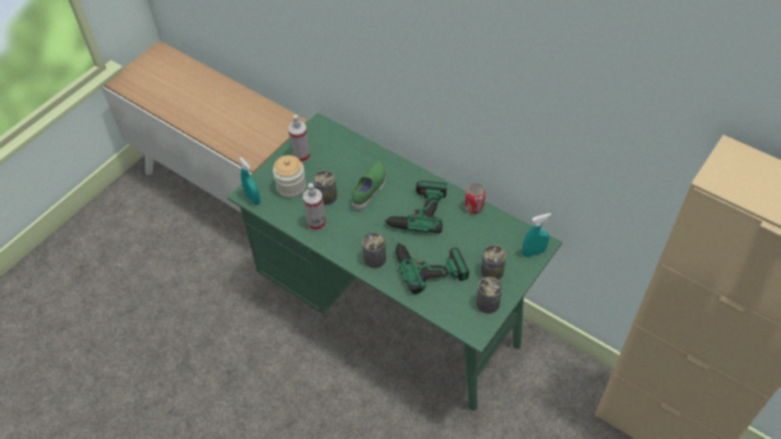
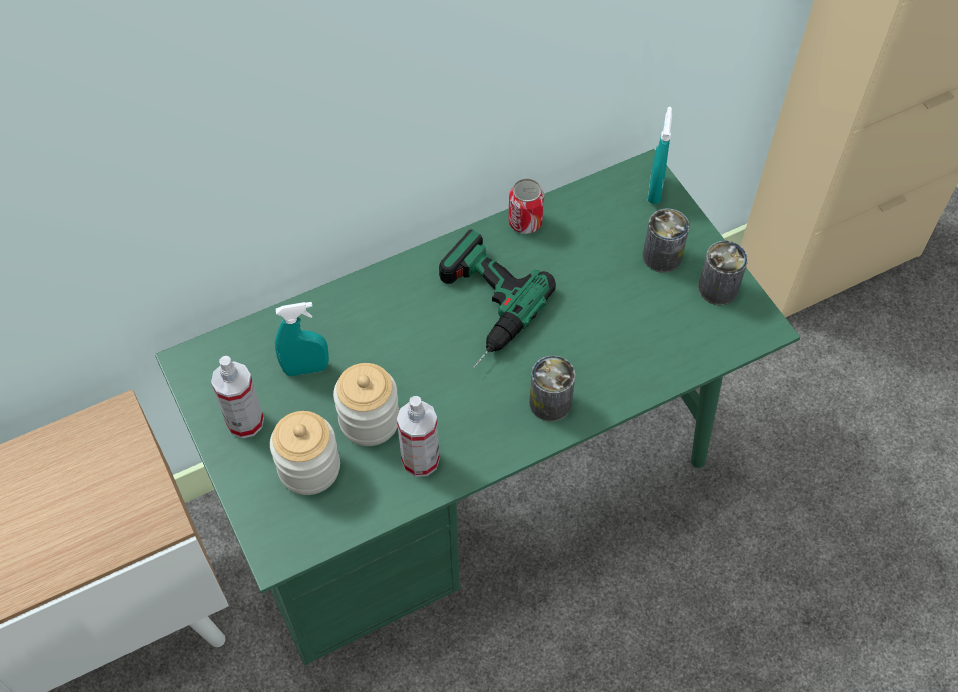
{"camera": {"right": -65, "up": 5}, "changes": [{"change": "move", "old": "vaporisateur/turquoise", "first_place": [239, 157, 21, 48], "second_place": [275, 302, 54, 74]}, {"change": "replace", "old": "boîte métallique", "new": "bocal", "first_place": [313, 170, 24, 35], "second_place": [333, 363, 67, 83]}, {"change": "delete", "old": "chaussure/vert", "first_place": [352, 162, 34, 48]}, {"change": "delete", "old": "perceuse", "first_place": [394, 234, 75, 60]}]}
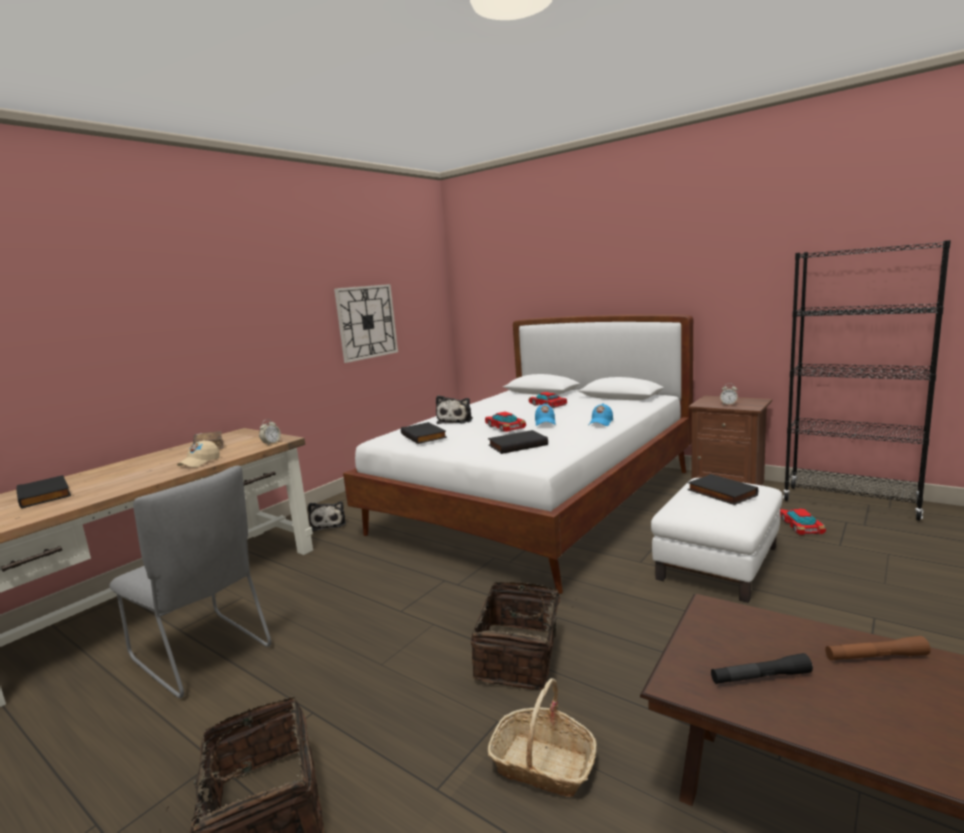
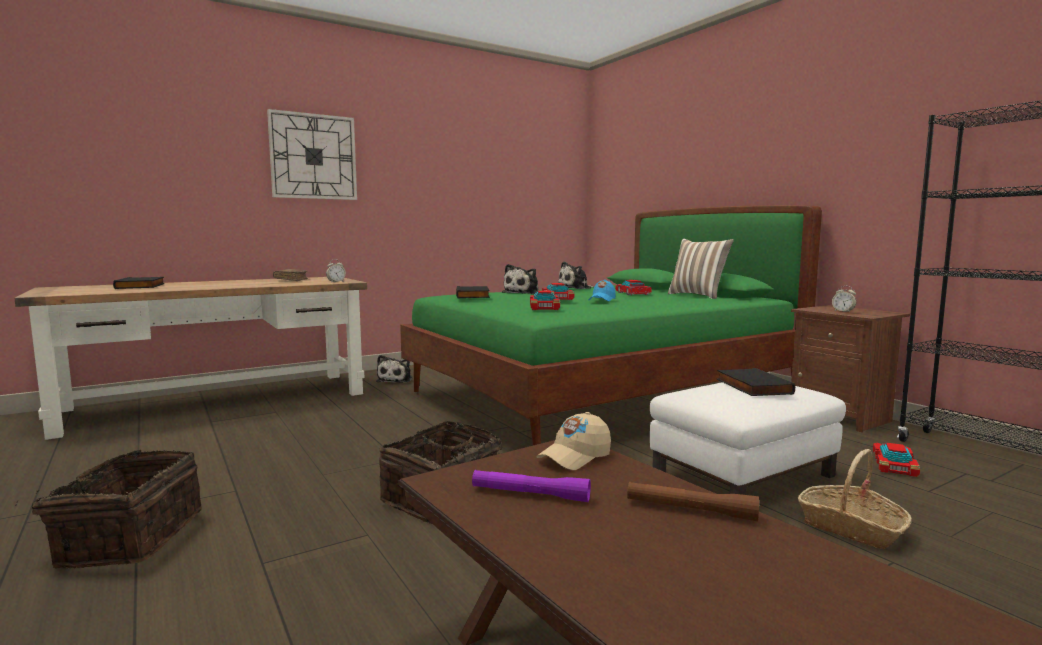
{"camera": {"right": 20, "up": -5}, "changes": [{"change": "move", "old": "horloge murale", "first_place": [334, 284, 64, 79], "second_place": [267, 109, 90, 91]}, {"change": "recolor", "old": "lit/blanc", "new": "lit/vert", "first_place": [343, 314, 350, 280], "second_place": [400, 205, 422, 240]}, {"change": "recolor", "old": "lampe de poche/noir", "new": "lampe de poche/violet", "first_place": [711, 653, 102, 31], "second_place": [472, 470, 119, 32]}, {"change": "replace", "old": "livre/noir", "new": "petite voiture", "first_place": [488, 430, 60, 24], "second_place": [530, 290, 30, 20]}, {"change": "move", "old": "casquette/beige", "first_place": [177, 440, 43, 27], "second_place": [536, 412, 75, 58]}, {"change": "insert", "new": "peluche", "second_place": [558, 261, 36, 28]}, {"change": "insert", "new": "coussin", "second_place": [668, 239, 66, 60]}, {"change": "move", "old": "panier", "first_place": [488, 678, 109, 119], "second_place": [798, 449, 114, 100]}, {"change": "delete", "old": "chaise/gris", "first_place": [109, 466, 162, 232]}, {"change": "delete", "old": "casquette/bleu", "first_place": [589, 403, 24, 23]}]}
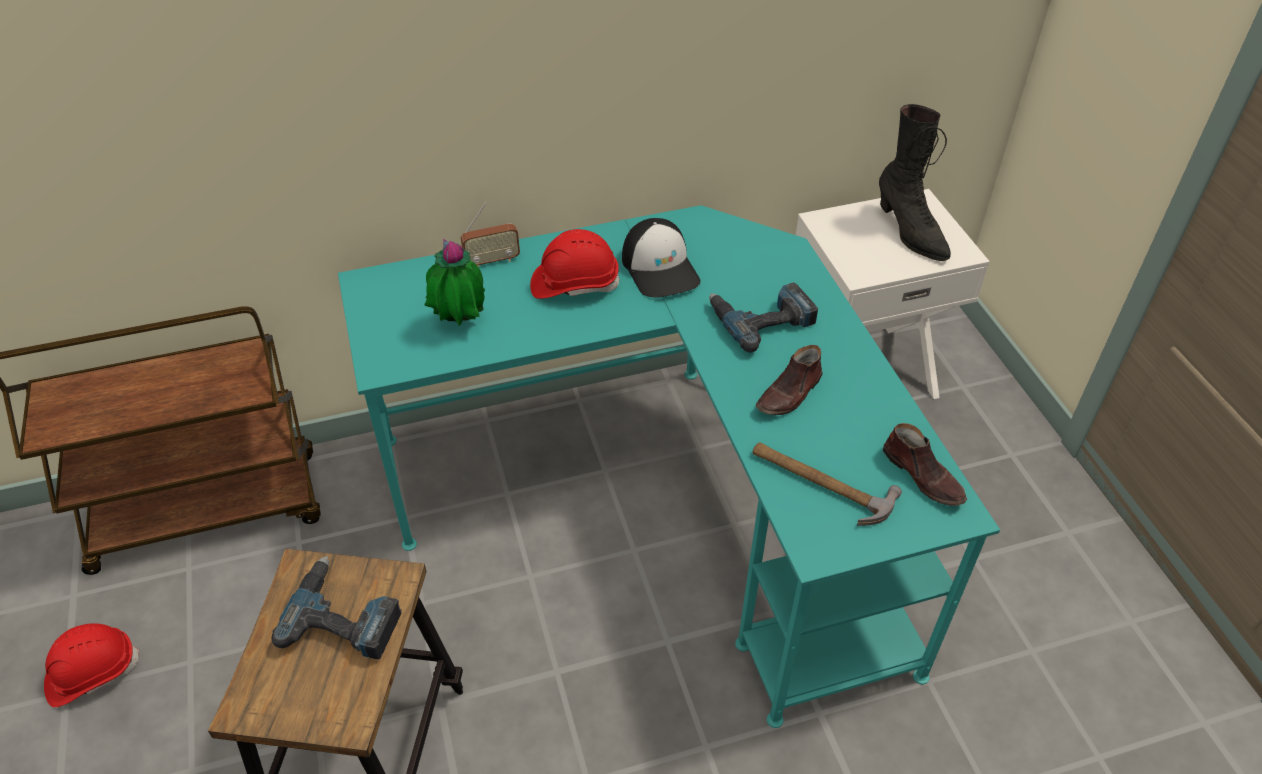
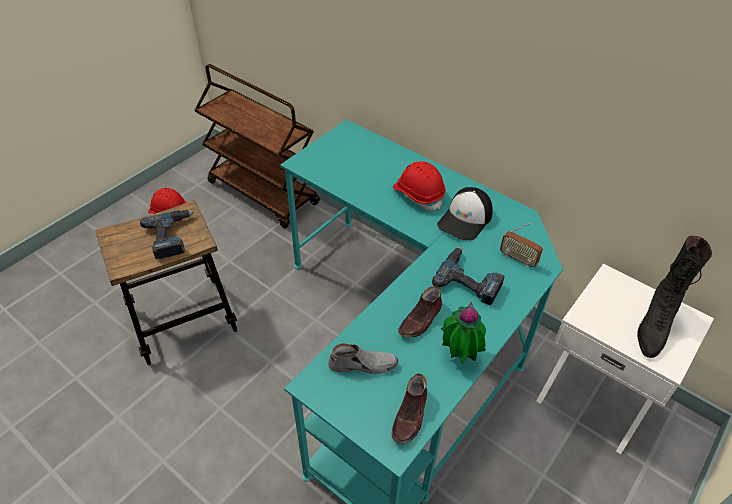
{"camera": {"right": 55, "up": 0}, "changes": [{"change": "replace", "old": "marteau", "new": "chaussure/gris", "first_place": [752, 442, 150, 84], "second_place": [328, 343, 71, 31]}, {"change": "rotate", "old": "chaussure/marron", "first_place": [756, 345, 67, 70], "second_place": [398, 286, 44, 52], "degrees": -60}, {"change": "move", "old": "plante en pot", "first_place": [425, 238, 60, 88], "second_place": [441, 302, 45, 62]}, {"change": "move", "old": "radio", "first_place": [461, 202, 59, 65], "second_place": [500, 222, 43, 45]}]}
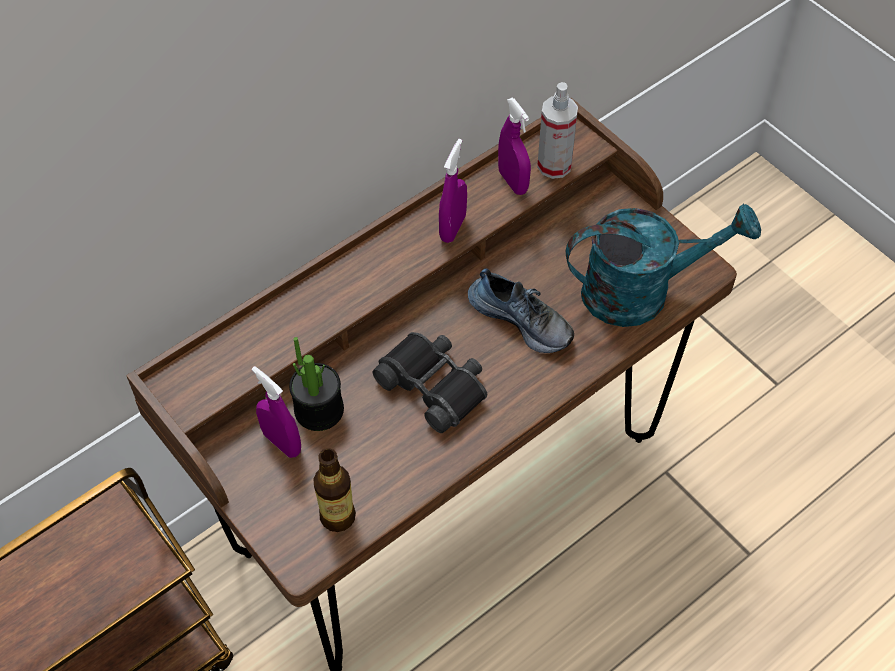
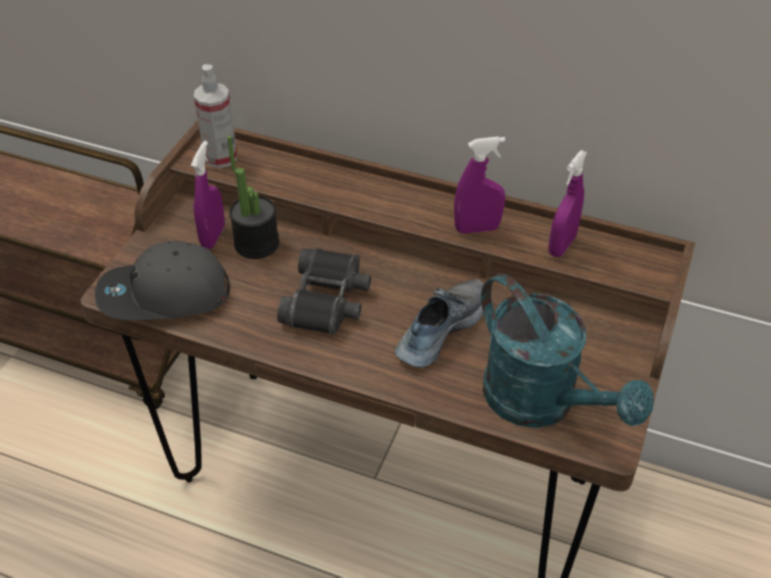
{"camera": {"right": 60, "up": -10}, "changes": [{"change": "replace", "old": "bouteille", "new": "casquette/gris", "first_place": [313, 448, 43, 84], "second_place": [95, 241, 135, 79]}, {"change": "move", "old": "vaporisateur", "first_place": [537, 82, 41, 97], "second_place": [194, 64, 43, 104]}, {"change": "rotate", "old": "chaussure", "first_place": [468, 268, 106, 85], "second_place": [395, 279, 89, 88], "degrees": -150}]}
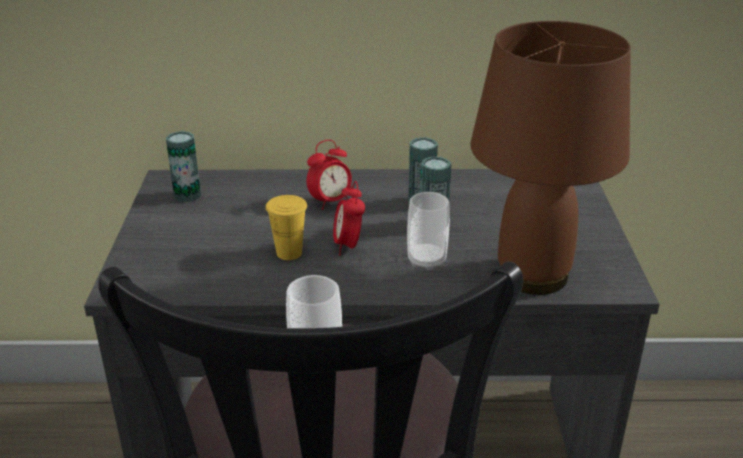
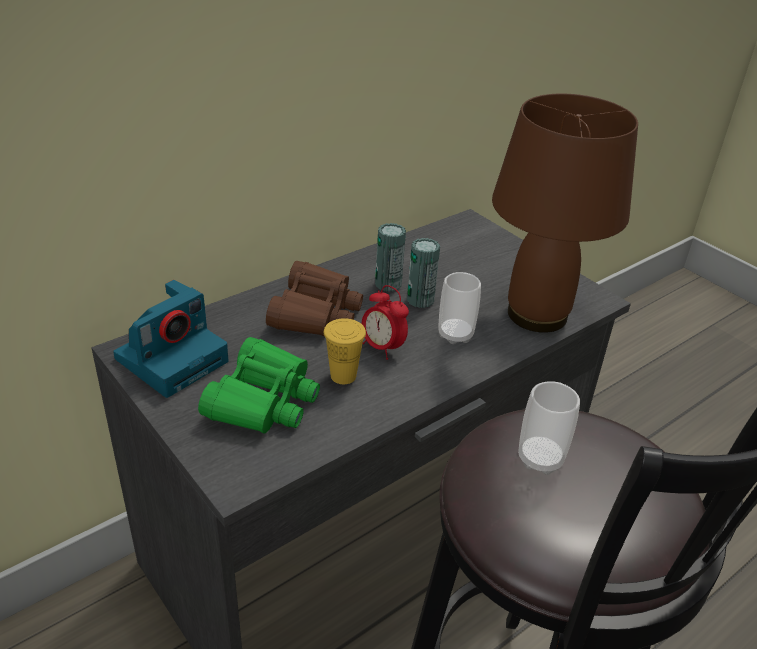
{"camera": {"right": -40, "up": 5}, "changes": [{"change": "replace", "old": "boîte métallique", "new": "appareil photo", "first_place": [166, 131, 35, 71], "second_place": [113, 280, 116, 118]}, {"change": "insert", "new": "jumelles/vert", "second_place": [198, 337, 122, 97]}, {"change": "replace", "old": "réveil", "new": "jumelles/marron", "first_place": [307, 140, 45, 70], "second_place": [266, 261, 97, 75]}]}
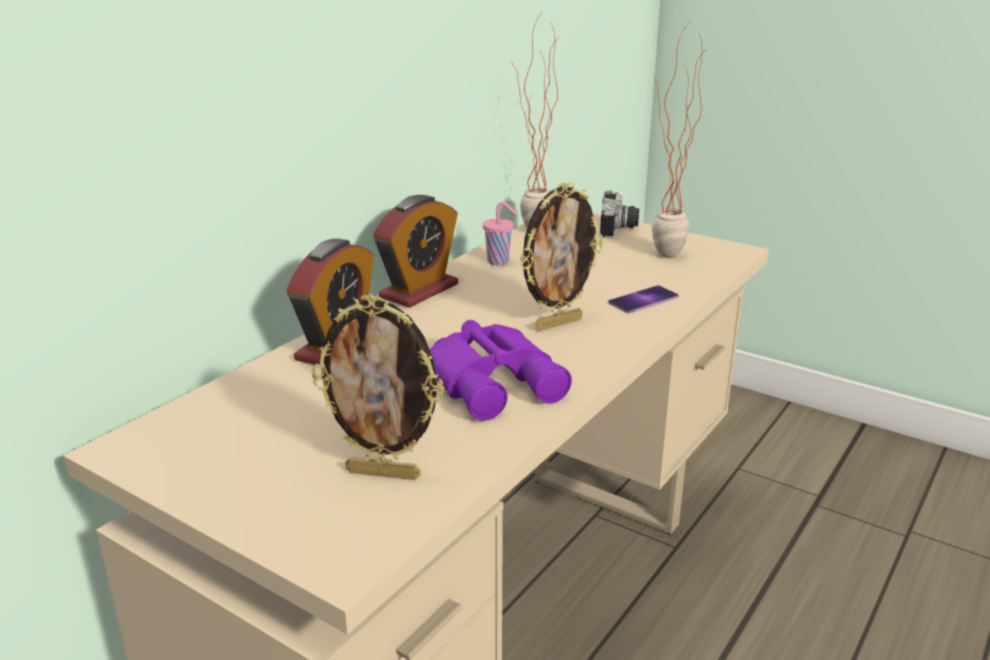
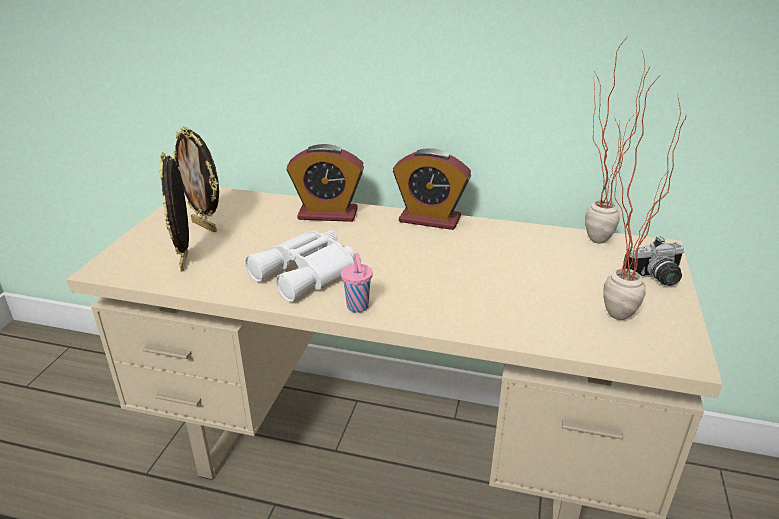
{"camera": {"right": 70, "up": 5}, "changes": [{"change": "move", "old": "cadre photo", "first_place": [520, 182, 83, 149], "second_place": [173, 126, 46, 106]}, {"change": "recolor", "old": "jumelles/violet", "new": "jumelles/blanc", "first_place": [430, 320, 142, 101], "second_place": [245, 230, 110, 72]}, {"change": "move", "old": "tasse/rose", "first_place": [483, 202, 34, 63], "second_place": [341, 253, 32, 60]}, {"change": "delete", "old": "téléphone", "first_place": [608, 285, 71, 28]}]}
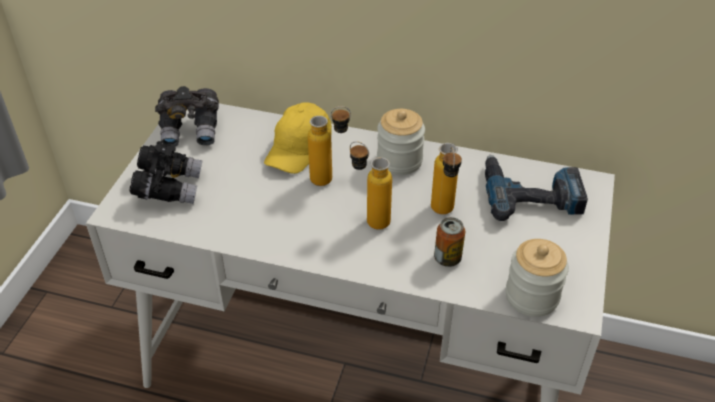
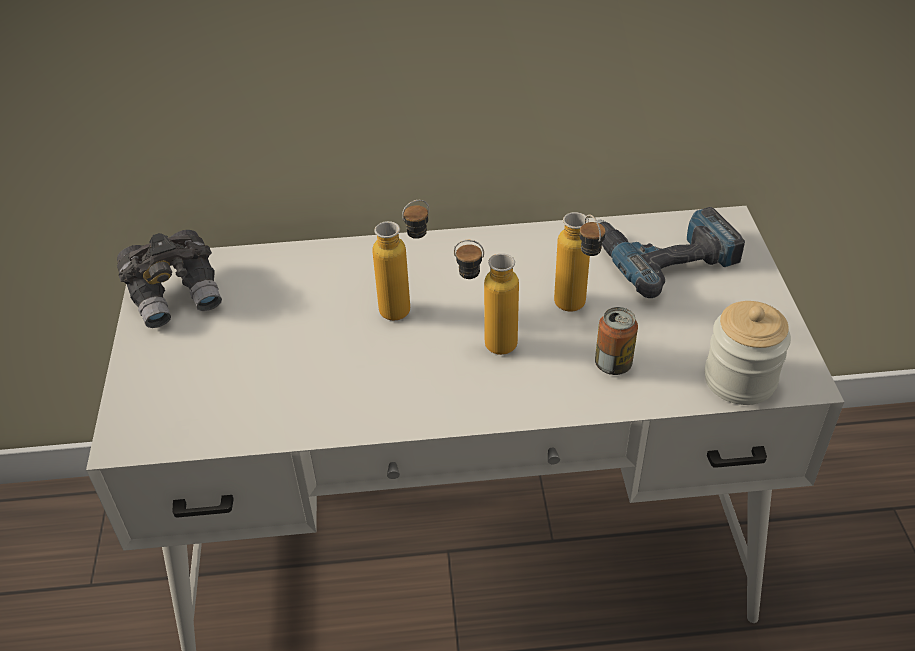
{"camera": {"right": -20, "up": 0}, "changes": [{"change": "delete", "old": "jumelles/noir", "first_place": [129, 141, 74, 63]}, {"change": "delete", "old": "casquette/jaune", "first_place": [264, 102, 68, 72]}, {"change": "delete", "old": "bocal", "first_place": [377, 109, 48, 66]}]}
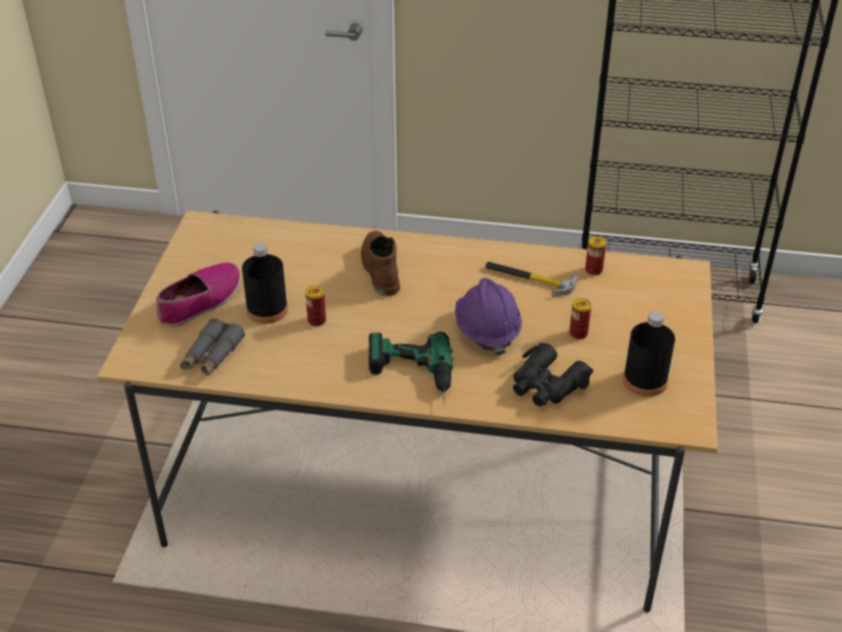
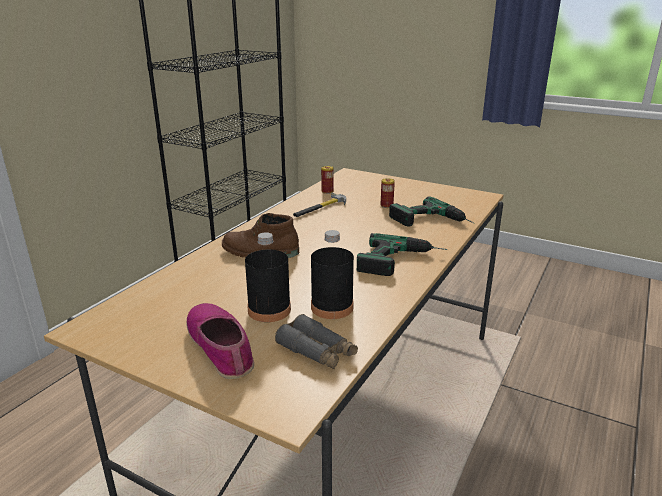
{"camera": {"right": -70, "up": -15}, "changes": [{"change": "move", "old": "bouteille/noir", "first_place": [623, 312, 52, 85], "second_place": [311, 230, 43, 89]}, {"change": "replace", "old": "jumelles/noir", "new": "perceuse", "first_place": [513, 342, 80, 64], "second_place": [389, 196, 85, 30]}, {"change": "delete", "old": "boîte métallique", "first_place": [305, 286, 21, 40]}, {"change": "delete", "old": "casque de chantier/violet", "first_place": [455, 278, 67, 78]}]}
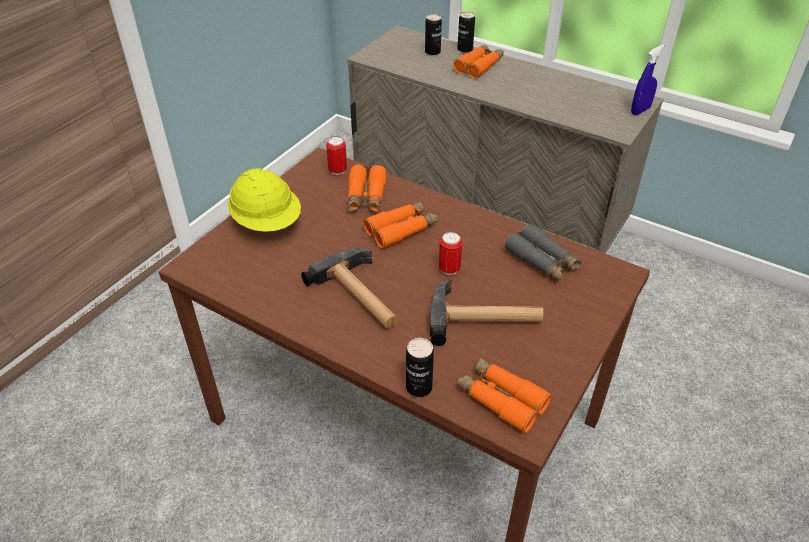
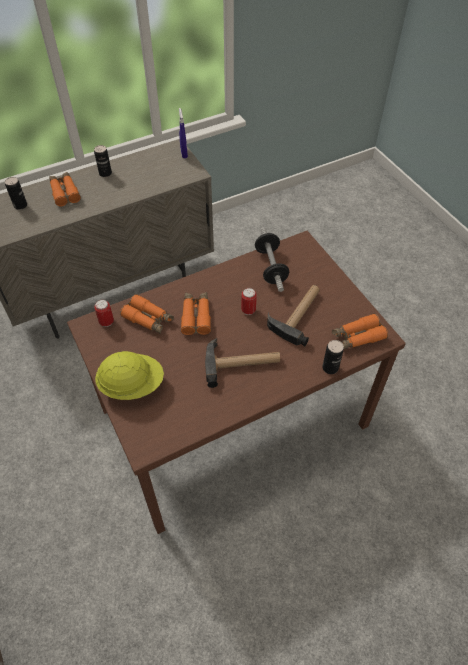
{"camera": {"right": -60, "up": 10}, "changes": [{"change": "move", "old": "boîte métallique", "first_place": [457, 11, 18, 42], "second_place": [94, 145, 18, 32]}, {"change": "replace", "old": "jumelles/gris", "new": "haltère", "first_place": [505, 224, 77, 58], "second_place": [255, 227, 34, 65]}]}
